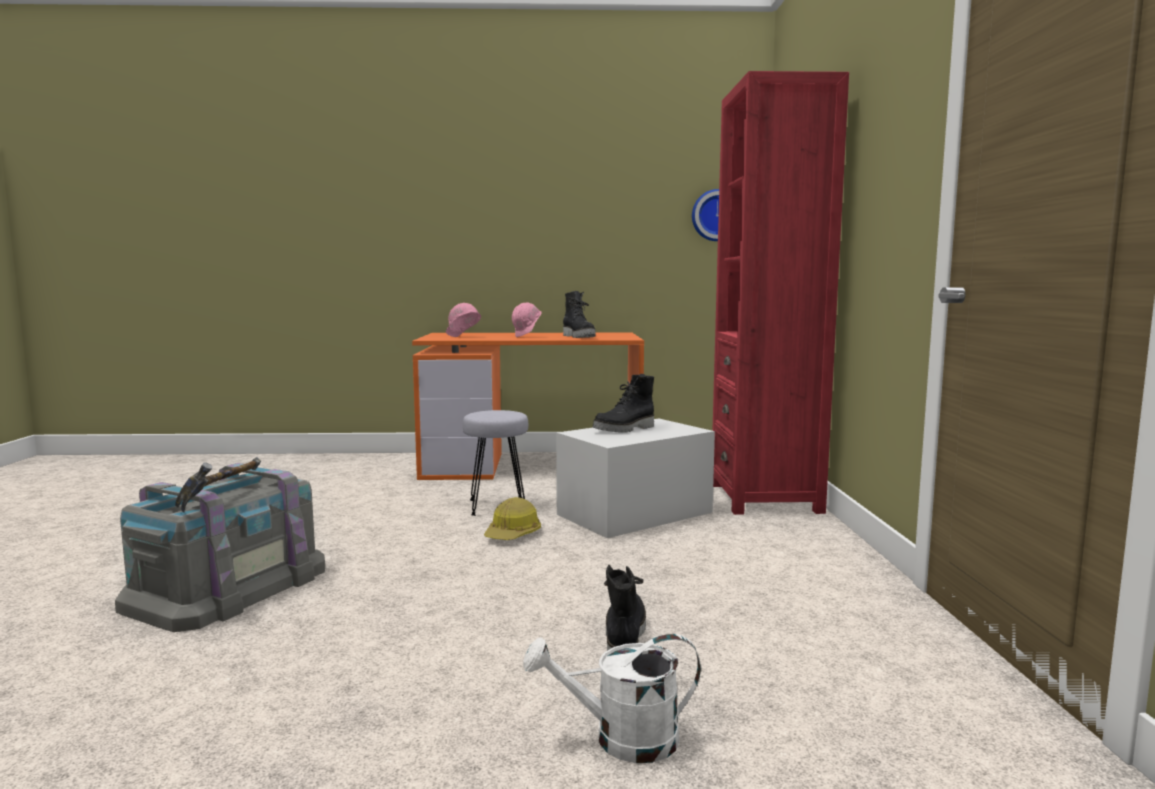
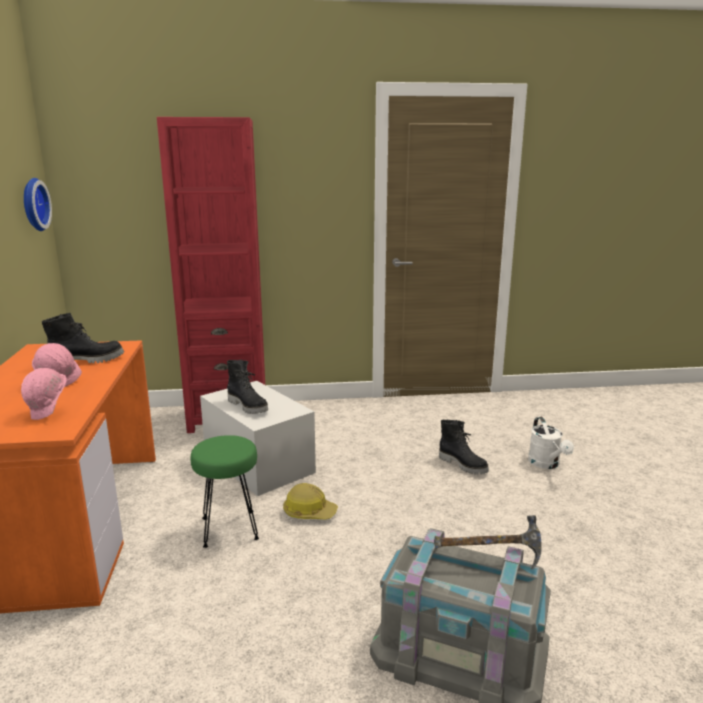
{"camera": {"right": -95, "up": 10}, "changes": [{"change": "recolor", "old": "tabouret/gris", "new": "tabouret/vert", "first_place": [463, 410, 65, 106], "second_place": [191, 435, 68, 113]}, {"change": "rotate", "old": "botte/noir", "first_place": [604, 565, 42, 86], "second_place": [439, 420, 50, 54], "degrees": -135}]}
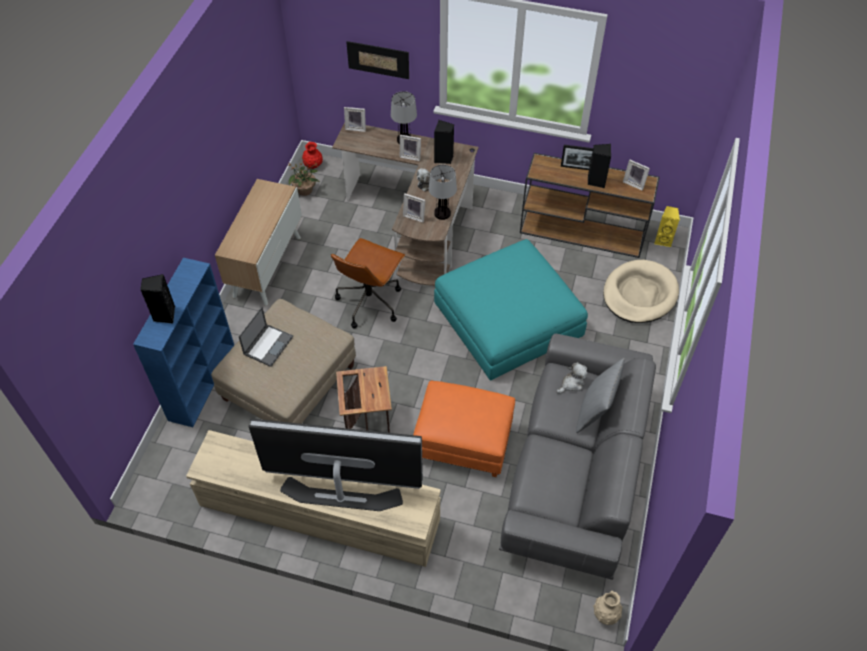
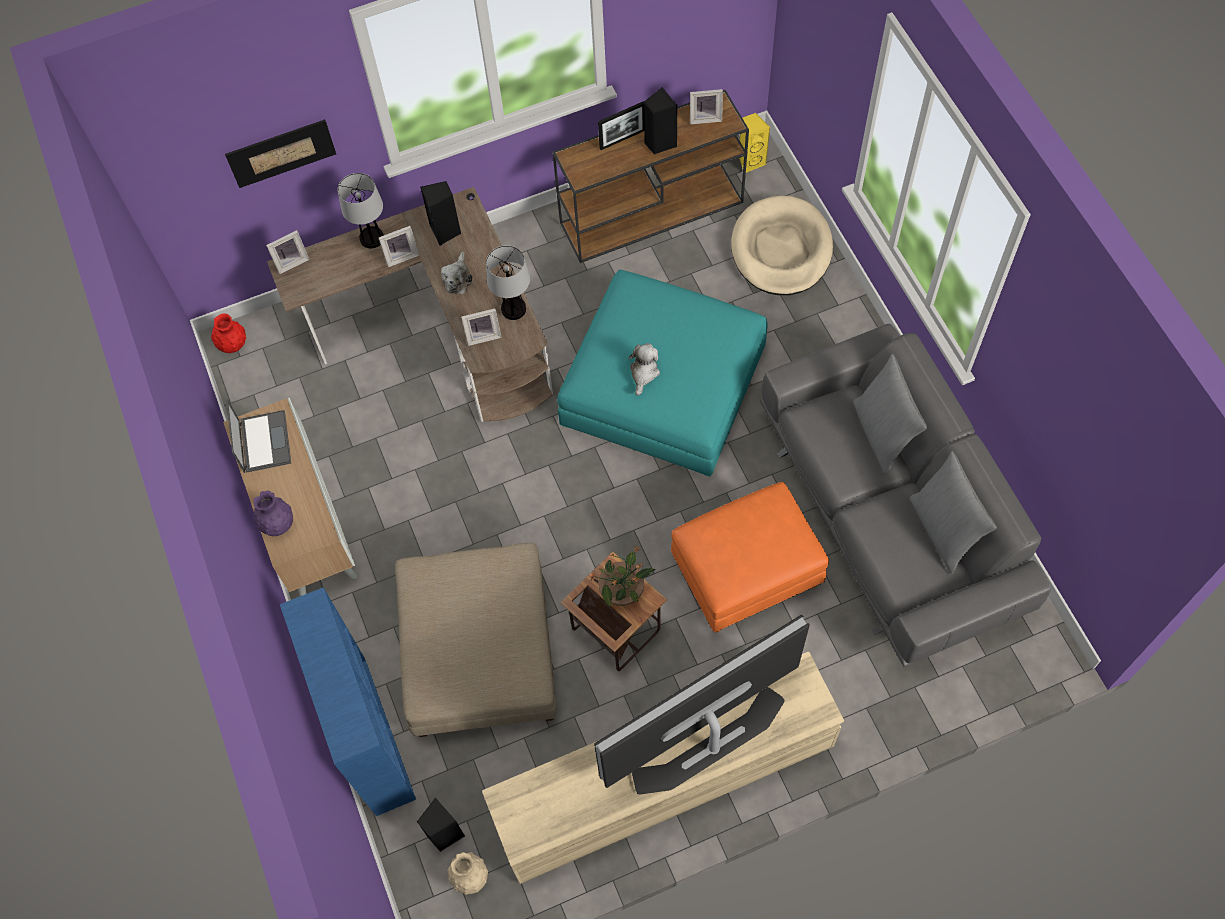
{"camera": {"right": -35, "up": 10}, "changes": [{"change": "move", "old": "ordinateur portable", "first_place": [239, 307, 54, 60], "second_place": [226, 399, 65, 74]}, {"change": "insert", "new": "vase/violet", "second_place": [253, 490, 40, 46]}, {"change": "move", "old": "enceinte/noir", "first_place": [140, 274, 35, 50], "second_place": [417, 798, 48, 54]}, {"change": "move", "old": "vase/beige", "first_place": [593, 591, 30, 34], "second_place": [447, 852, 41, 43]}, {"change": "move", "old": "plante en pot", "first_place": [288, 159, 32, 37], "second_place": [590, 545, 65, 62]}, {"change": "move", "old": "peluche", "first_place": [556, 362, 32, 32], "second_place": [628, 343, 32, 53]}, {"change": "insert", "new": "coussin/gris", "second_place": [910, 451, 87, 123]}, {"change": "delete", "old": "chaise de bureau/marron", "first_place": [331, 238, 74, 90]}]}
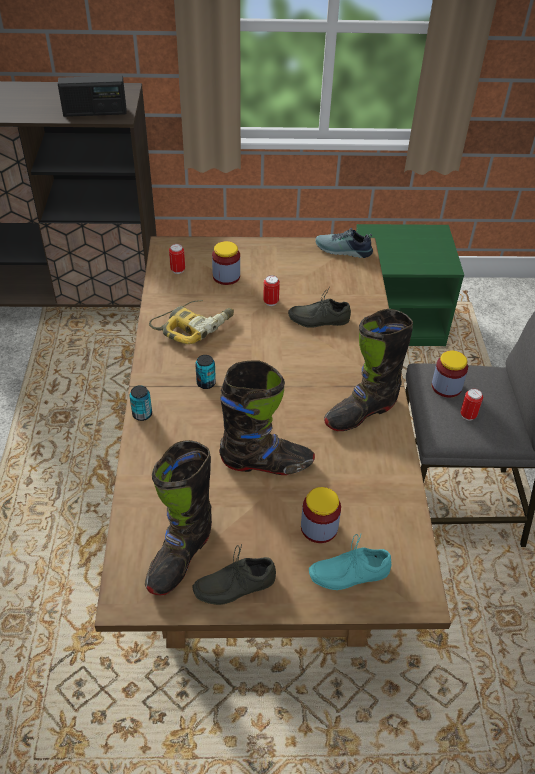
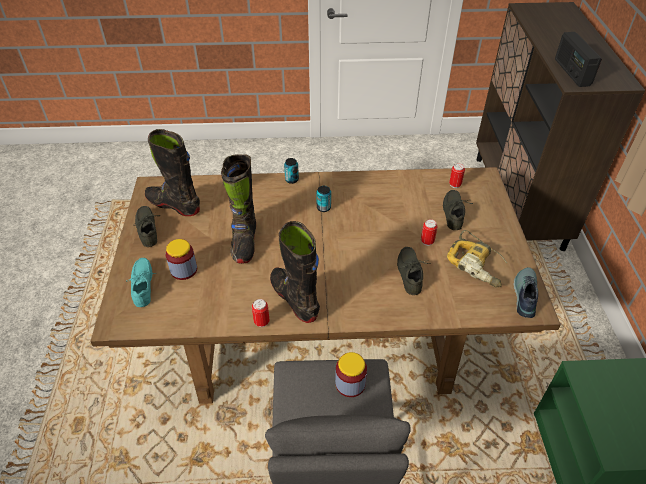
{"camera": {"right": 90, "up": 0}, "changes": [{"change": "move", "old": "boîte métallique", "first_place": [460, 388, 23, 33], "second_place": [252, 299, 17, 28]}, {"change": "replace", "old": "bocal", "new": "chaussure/gris", "first_place": [212, 241, 28, 44], "second_place": [443, 190, 30, 40]}, {"change": "move", "old": "perceuse", "first_place": [149, 300, 85, 44], "second_place": [447, 230, 60, 58]}]}
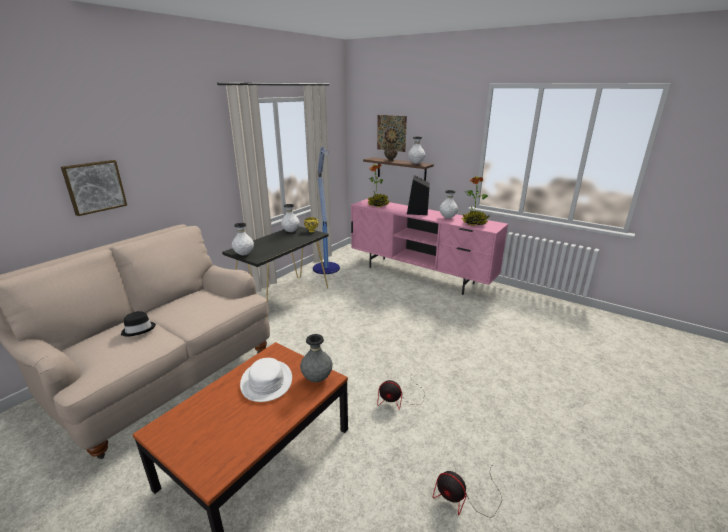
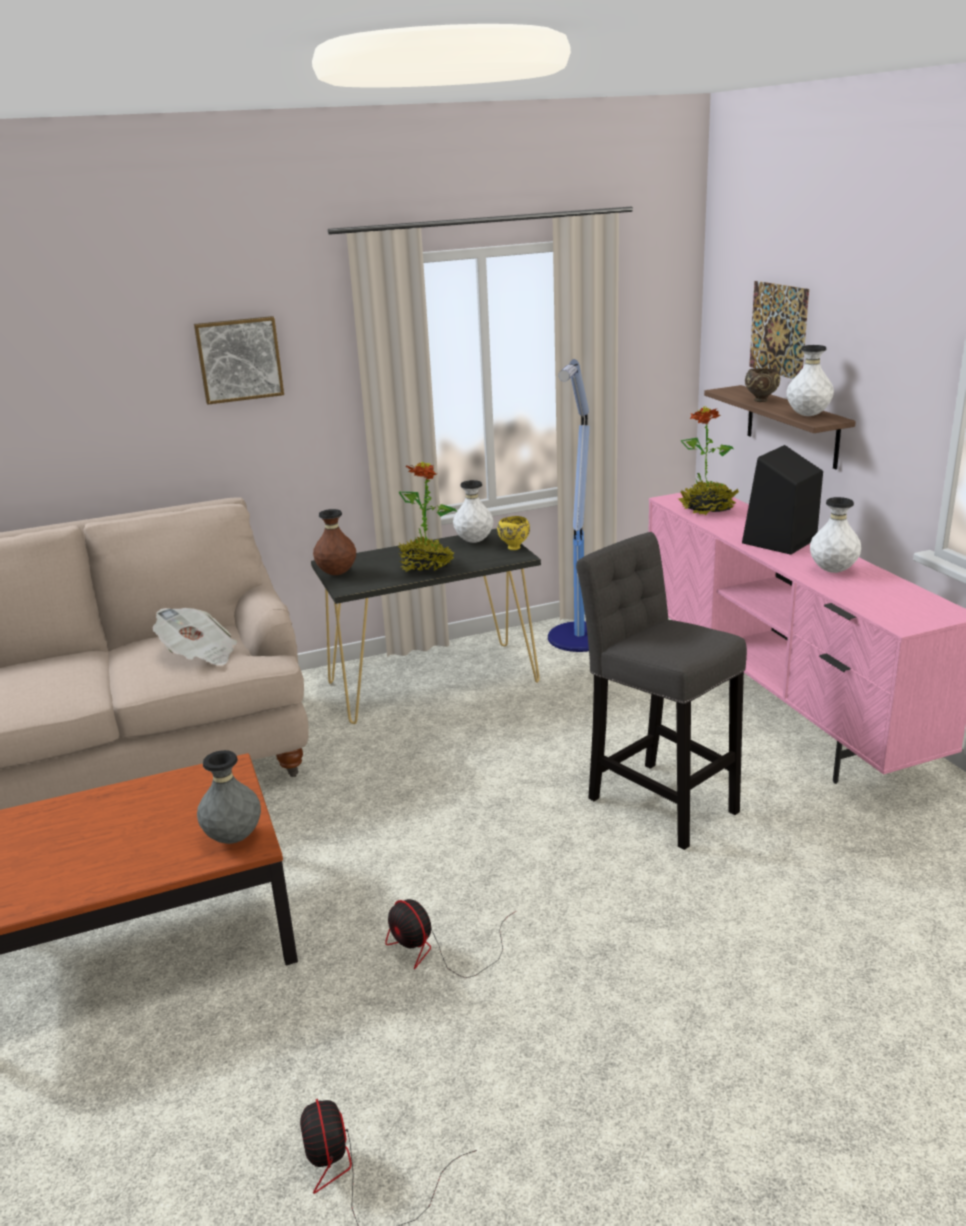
{"camera": {"right": 35, "up": 0}, "changes": [{"change": "insert", "new": "journal", "second_place": [152, 608, 85, 58]}, {"change": "move", "old": "tableau", "first_place": [61, 160, 66, 56], "second_place": [194, 316, 90, 89]}, {"change": "recolor", "old": "vase/blanc", "new": "vase/marron", "first_place": [232, 223, 22, 32], "second_place": [313, 509, 43, 66]}, {"change": "move", "old": "plante en pot", "first_place": [462, 176, 28, 50], "second_place": [398, 461, 58, 111]}, {"change": "insert", "new": "tabouret/gris", "second_place": [576, 532, 171, 318]}, {"change": "delete", "old": "chapeau/noir", "first_place": [121, 311, 35, 25]}, {"change": "delete", "old": "chapeau/blanc", "first_place": [240, 358, 52, 44]}]}
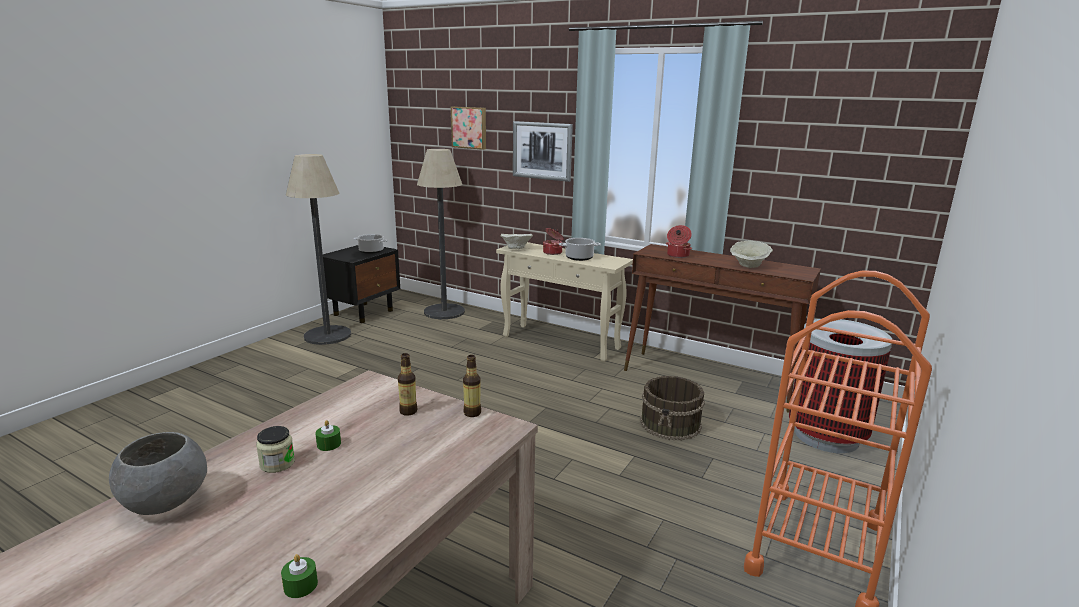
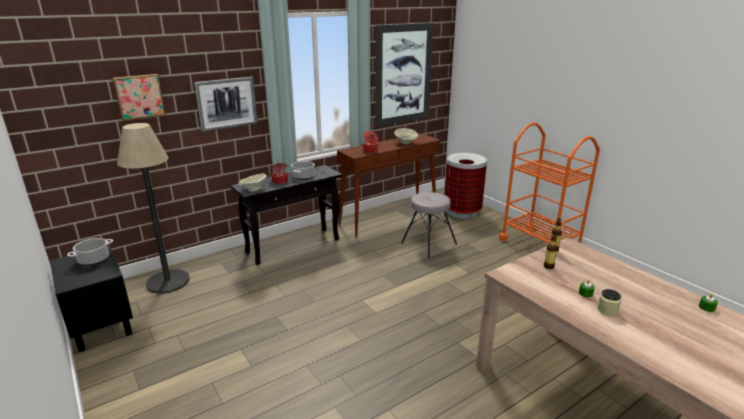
{"camera": {"right": -65, "up": 5}, "changes": [{"change": "recolor", "old": "table console/beige", "new": "table console/noir", "first_place": [496, 242, 137, 120], "second_place": [231, 165, 111, 100]}, {"change": "insert", "new": "tableau", "second_place": [376, 23, 57, 104]}, {"change": "replace", "old": "seau/marron", "new": "tabouret/gris", "first_place": [640, 376, 65, 65], "second_place": [401, 192, 56, 66]}, {"change": "delete", "old": "bol/gris", "first_place": [109, 432, 98, 83]}, {"change": "delete", "old": "lampadaire", "first_place": [286, 154, 65, 191]}]}
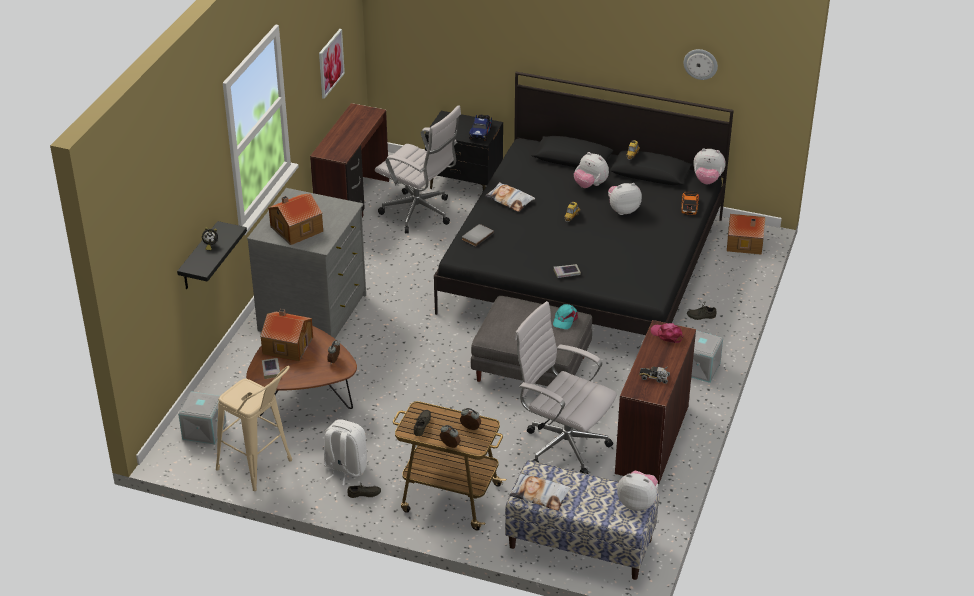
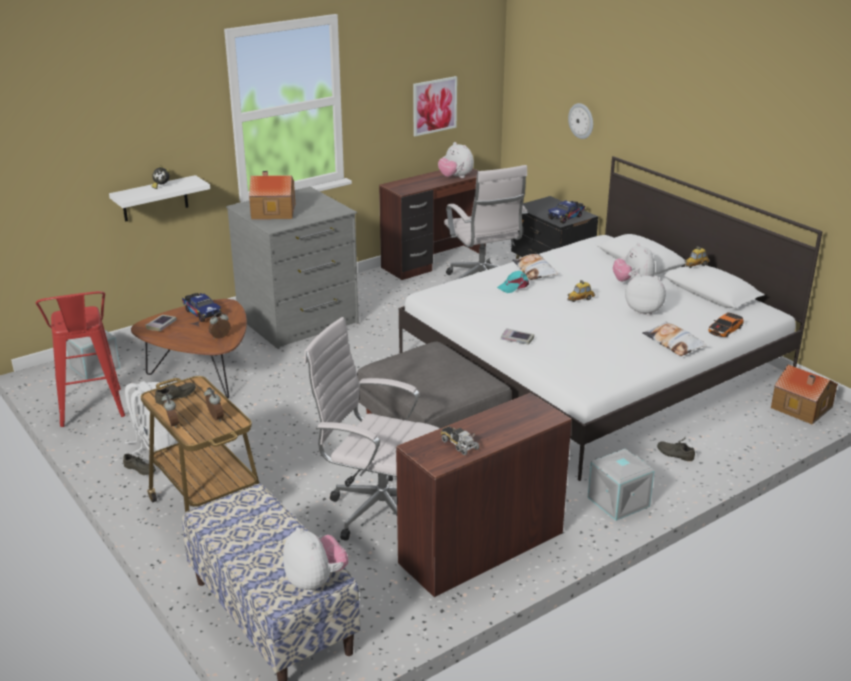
{"camera": {"right": 35, "up": -10}, "changes": [{"change": "recolor", "old": "tabouret/beige", "new": "tabouret/rouge", "first_place": [216, 366, 76, 125], "second_place": [36, 291, 89, 136]}, {"change": "recolor", "old": "étagère/noir", "new": "étagère/blanc", "first_place": [177, 221, 70, 68], "second_place": [109, 175, 101, 47]}, {"change": "replace", "old": "maison miniature", "new": "camion jouet", "first_place": [260, 309, 53, 52], "second_place": [182, 293, 39, 29]}, {"change": "rotate", "old": "chaise de bureau/blanc", "first_place": [514, 301, 103, 173], "second_place": [304, 317, 136, 224], "degrees": -45}, {"change": "recolor", "old": "lit/noir", "new": "lit/blanc", "first_place": [434, 72, 300, 263], "second_place": [399, 156, 424, 325]}, {"change": "move", "old": "peluche", "first_place": [693, 148, 33, 36], "second_place": [438, 142, 36, 36]}, {"change": "move", "old": "casquette/turquoise", "first_place": [553, 304, 25, 25], "second_place": [497, 271, 32, 22]}, {"change": "move", "old": "horloge murale", "first_place": [684, 49, 34, 31], "second_place": [568, 103, 25, 36]}, {"change": "move", "old": "coussin", "first_place": [509, 473, 62, 38], "second_place": [642, 322, 65, 34]}, {"change": "delete", "old": "livre/gris", "first_place": [462, 224, 32, 22]}, {"change": "delete", "old": "casquette/rose", "first_place": [651, 323, 33, 20]}]}
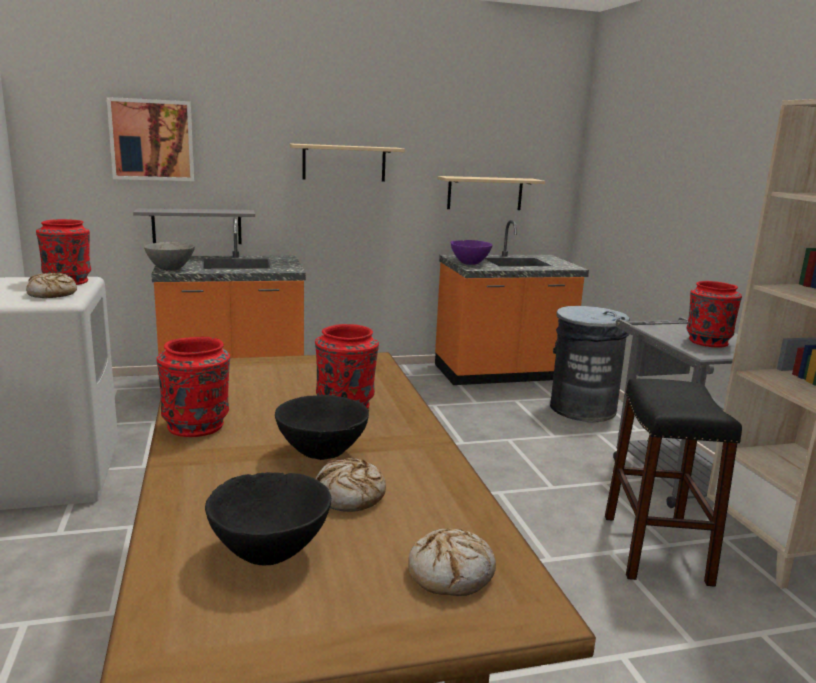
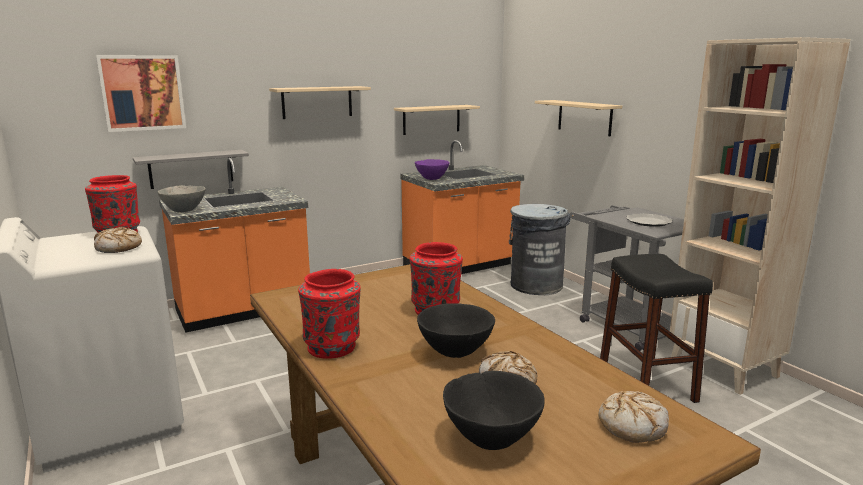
{"camera": {"right": -15, "up": 0}, "changes": [{"change": "insert", "new": "étagère/beige", "second_place": [535, 100, 87, 36]}, {"change": "replace", "old": "vase/rouge", "new": "assiette", "first_place": [686, 281, 56, 67], "second_place": [626, 213, 46, 14]}]}
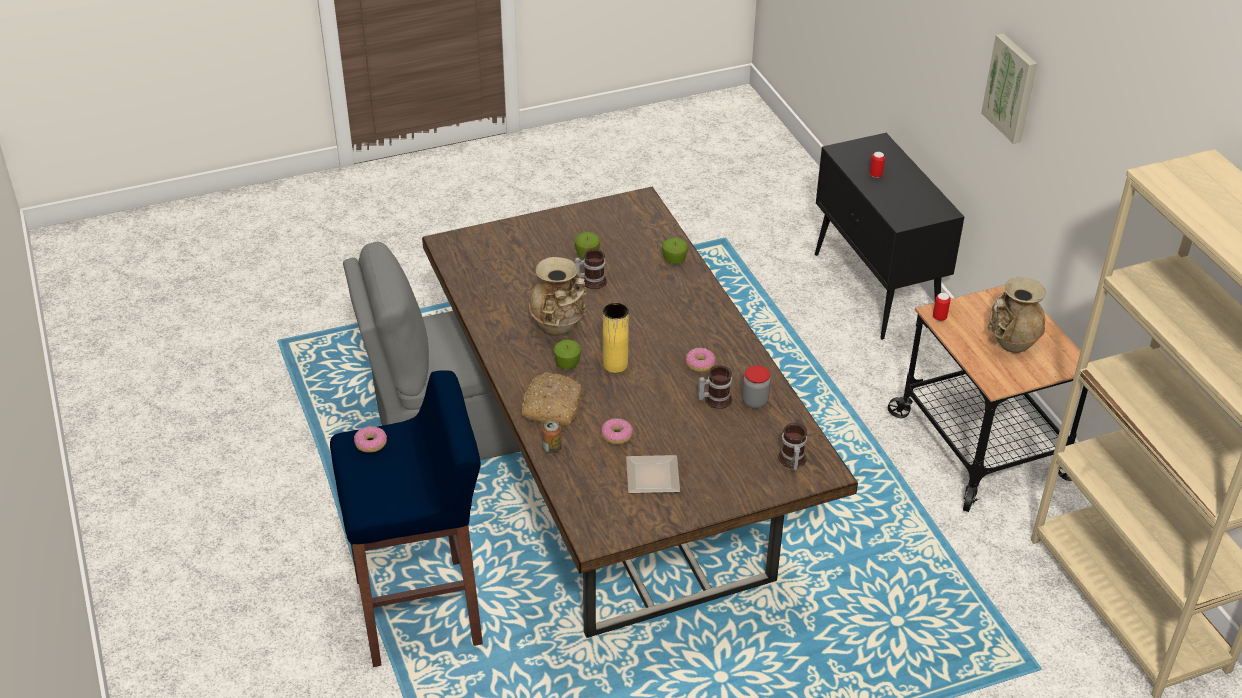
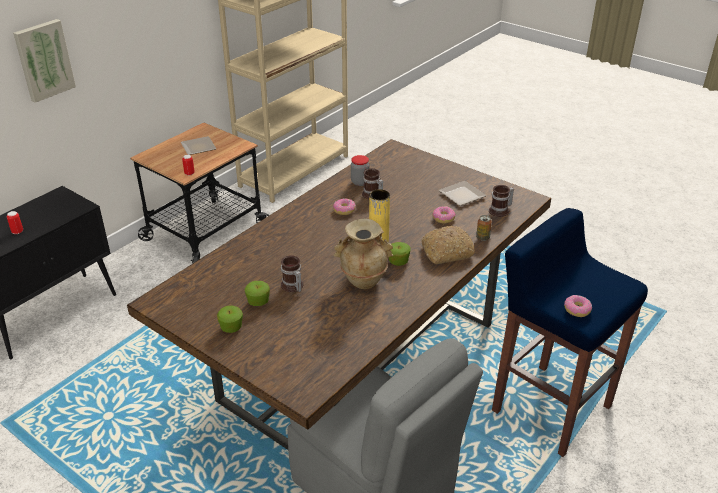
{"camera": {"right": -120, "up": -5}, "changes": [{"change": "replace", "old": "vase/beige", "new": "assiette", "first_place": [987, 277, 59, 76], "second_place": [181, 136, 36, 19]}, {"change": "move", "old": "pomme", "first_place": [662, 237, 26, 27], "second_place": [217, 305, 26, 28]}, {"change": "move", "old": "mug", "first_place": [778, 423, 29, 48], "second_place": [489, 185, 25, 32]}]}
